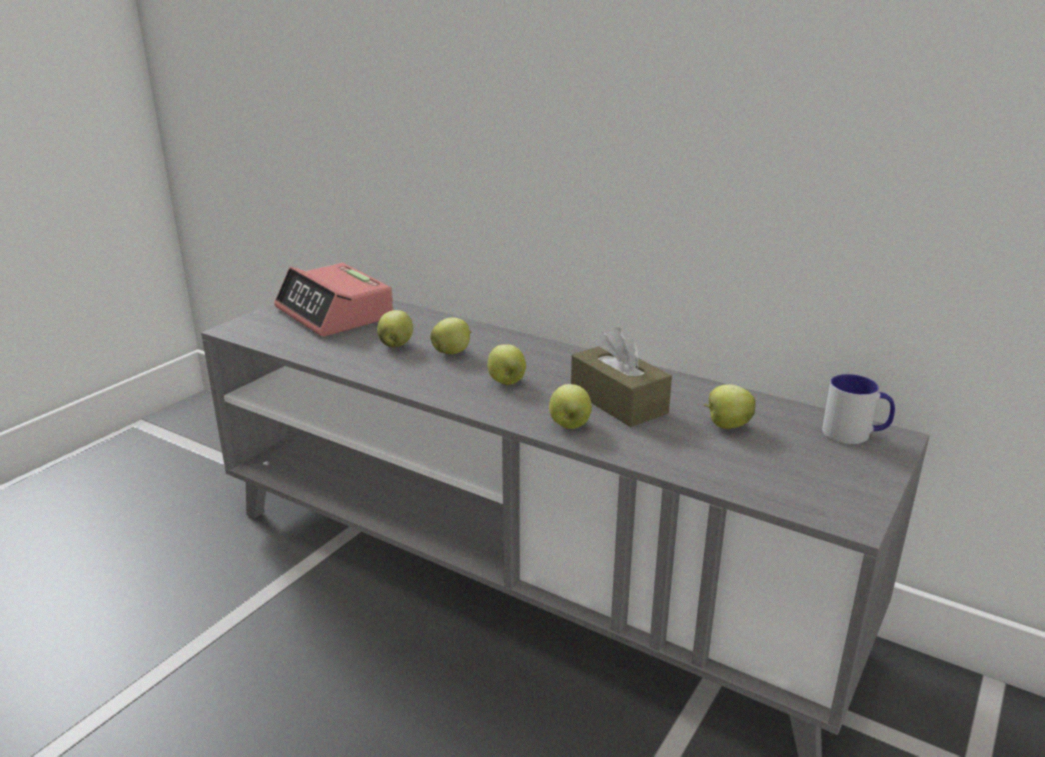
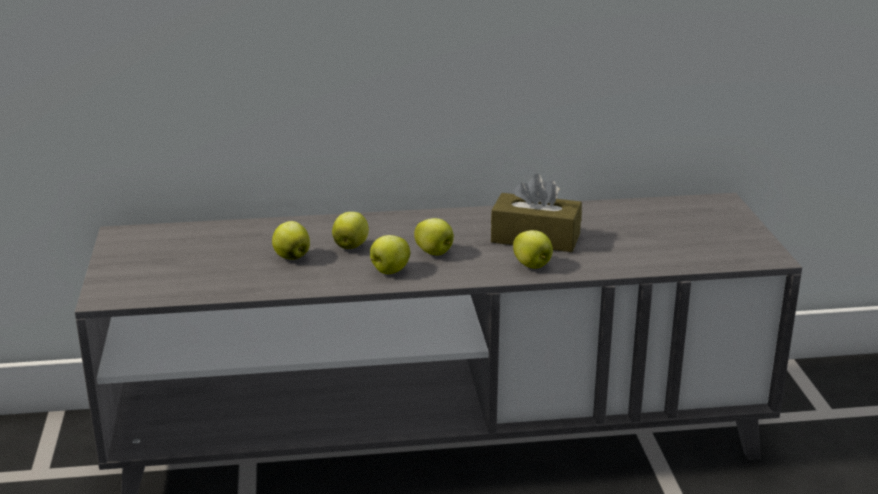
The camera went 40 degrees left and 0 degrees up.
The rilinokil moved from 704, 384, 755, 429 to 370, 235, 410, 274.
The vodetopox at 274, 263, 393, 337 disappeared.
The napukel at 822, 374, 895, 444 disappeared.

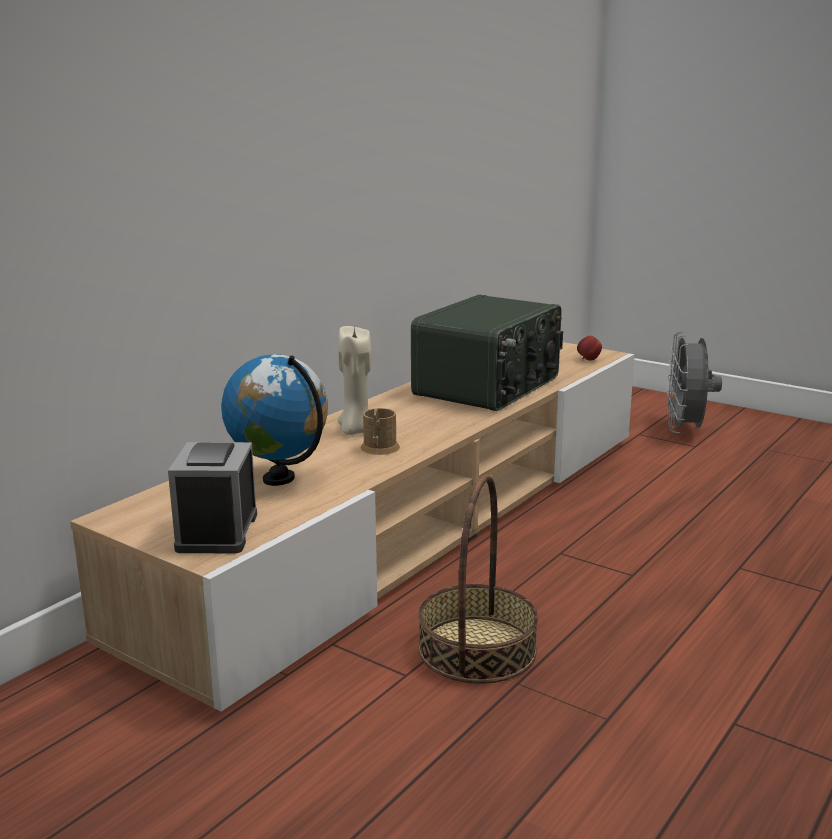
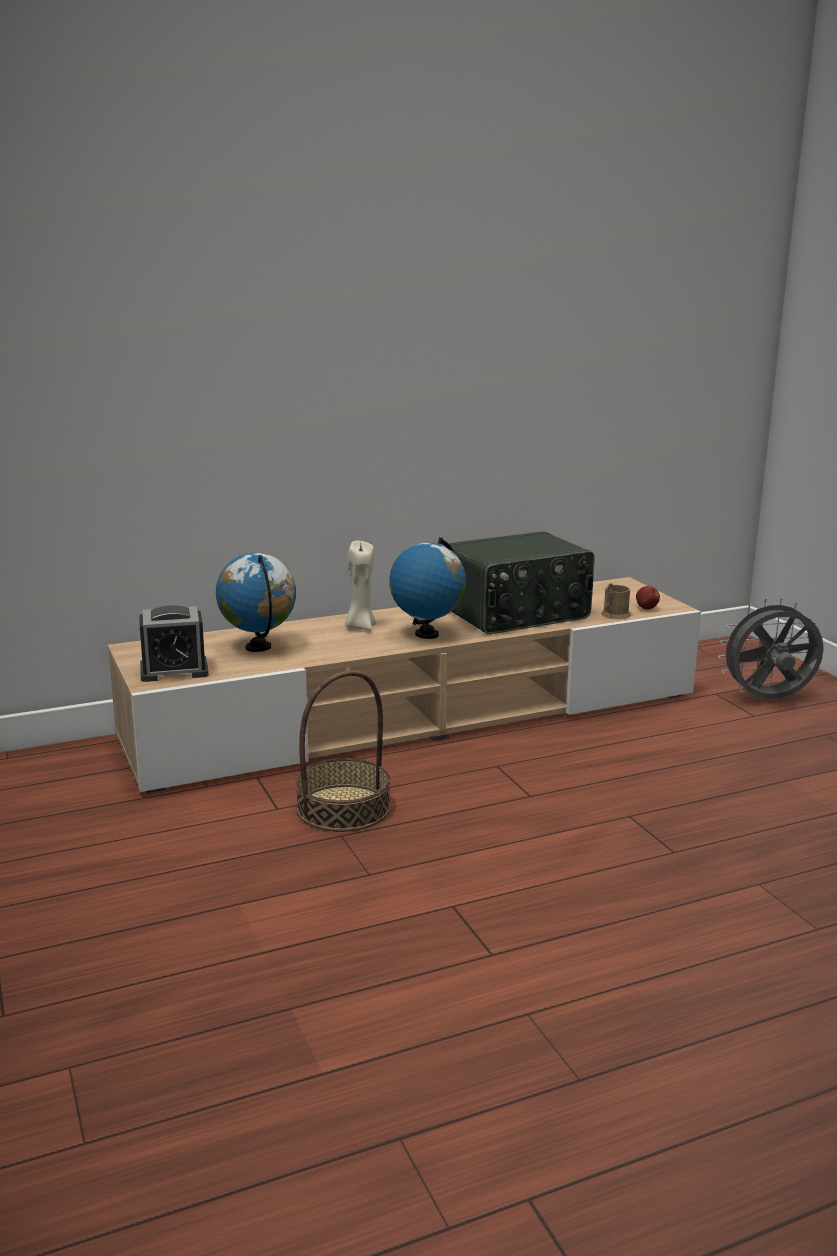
The camera went 30 degrees right and 0 degrees up.
The vodetopox at 168, 442, 257, 553 turned 135 degrees counterclockwise.
The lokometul at 389, 537, 466, 639 appeared.
The napukel (brown) moved from 360, 408, 400, 455 to 601, 583, 631, 620.
The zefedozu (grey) at 667, 331, 722, 433 turned 45 degrees clockwise.

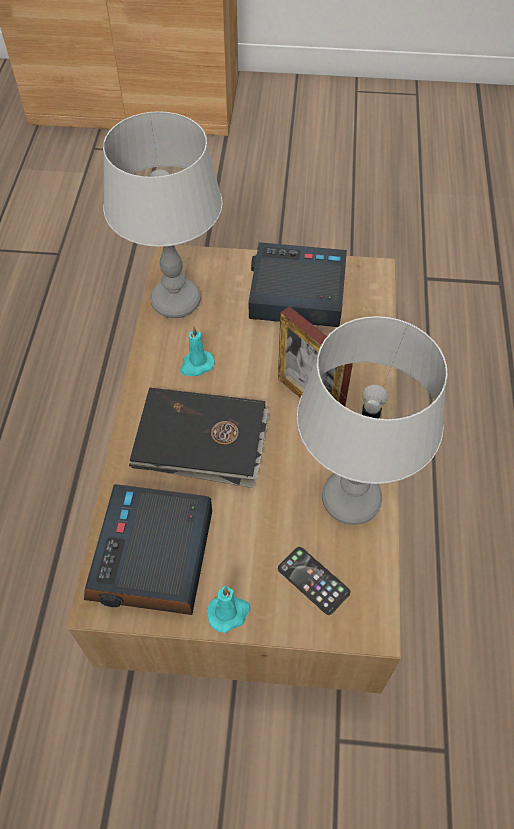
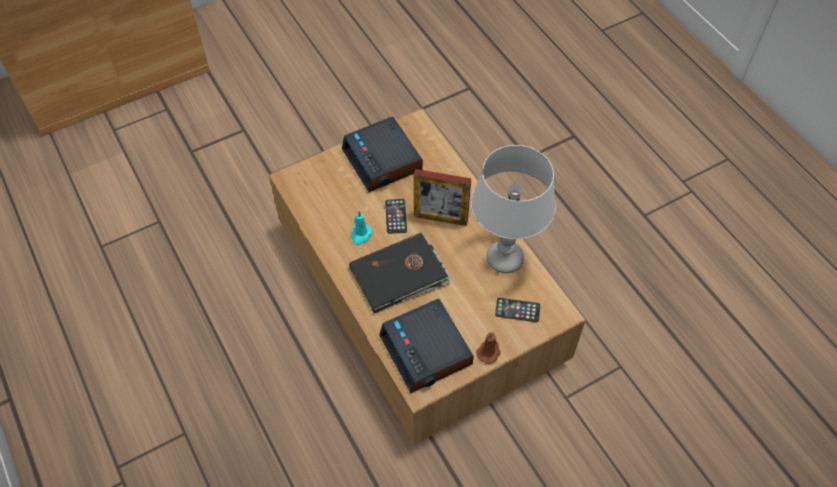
The camera went 35 degrees left and 0 degrees up.
The vodetopox at 248, 242, 347, 327 turned 90 degrees counterclockwise.
The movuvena at 385, 199, 407, 234 appeared.
The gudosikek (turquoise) at 207, 586, 250, 633 became the gudosikek (brown) at 476, 332, 501, 364.
The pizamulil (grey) at 103, 111, 223, 318 disappeared.

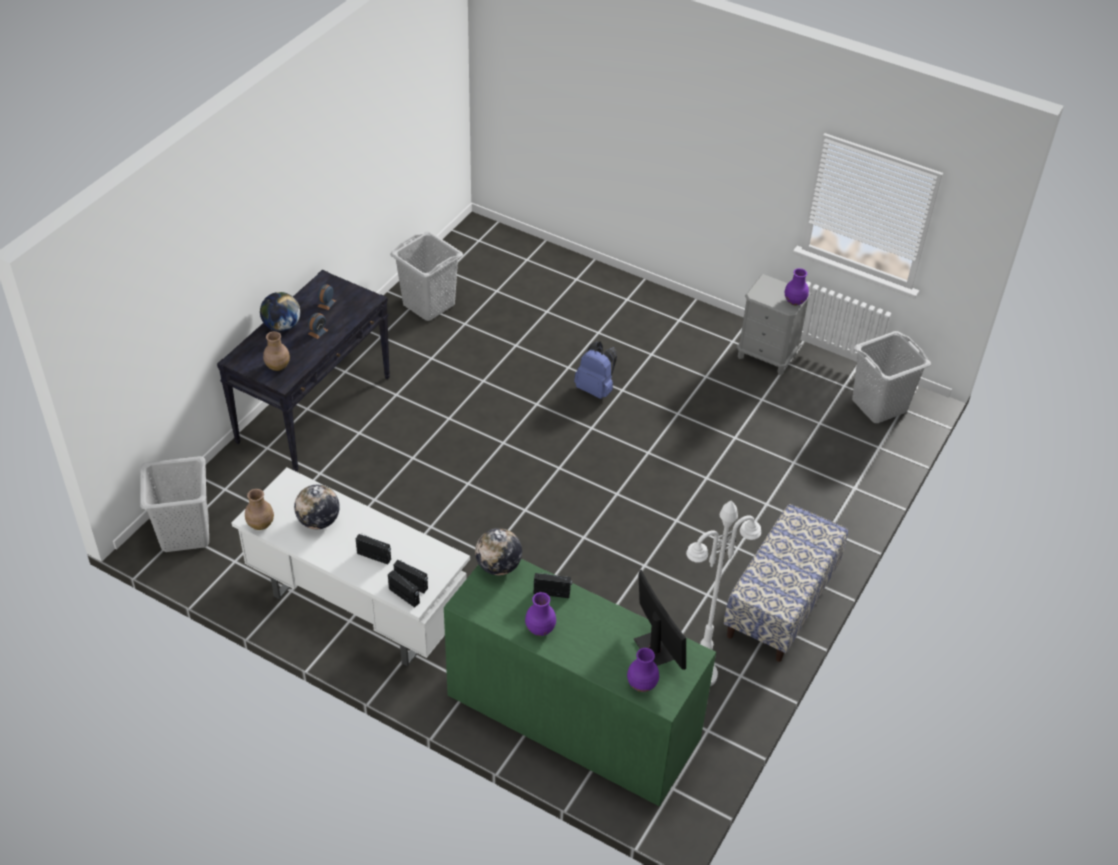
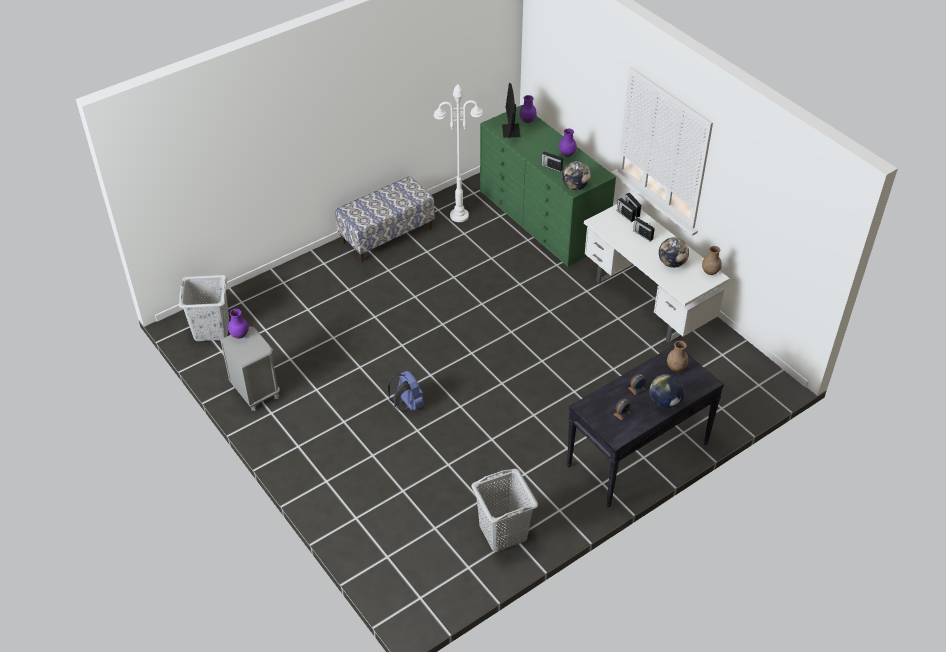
The camera went 155 degrees left and 0 degrees up.
The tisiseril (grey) at 140, 456, 209, 552 disappeared.

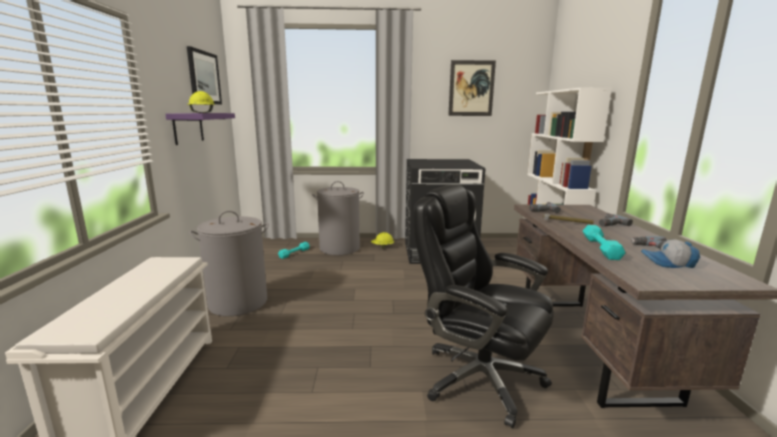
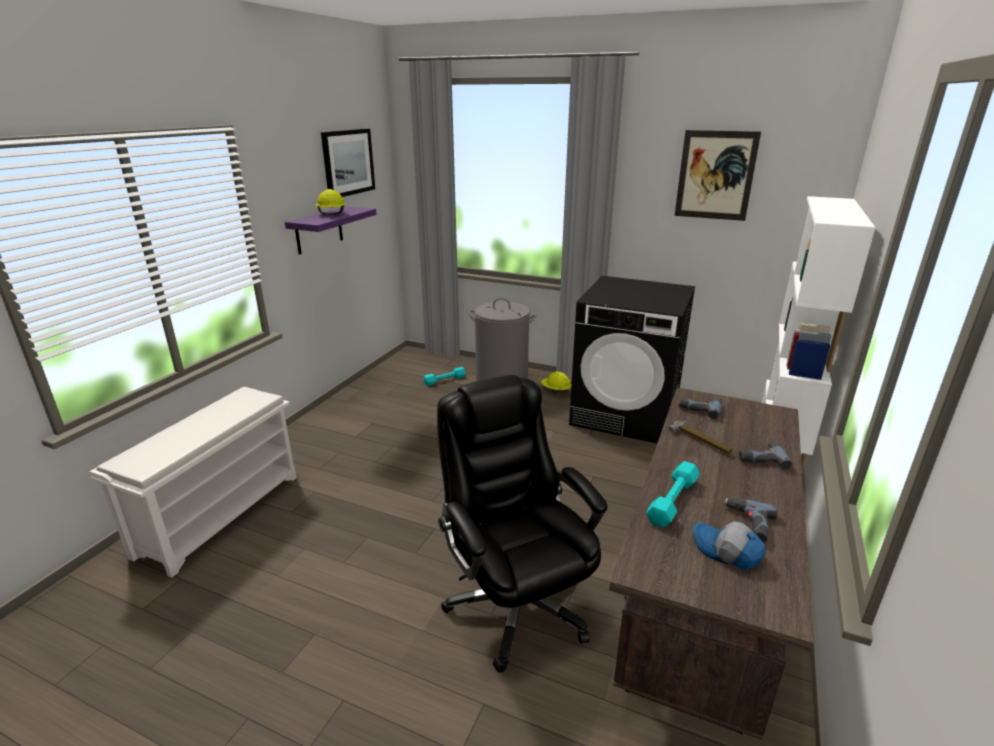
The camera went 25 degrees right and 10 degrees up.
The tisiseril (grey) at 189, 211, 269, 316 disappeared.

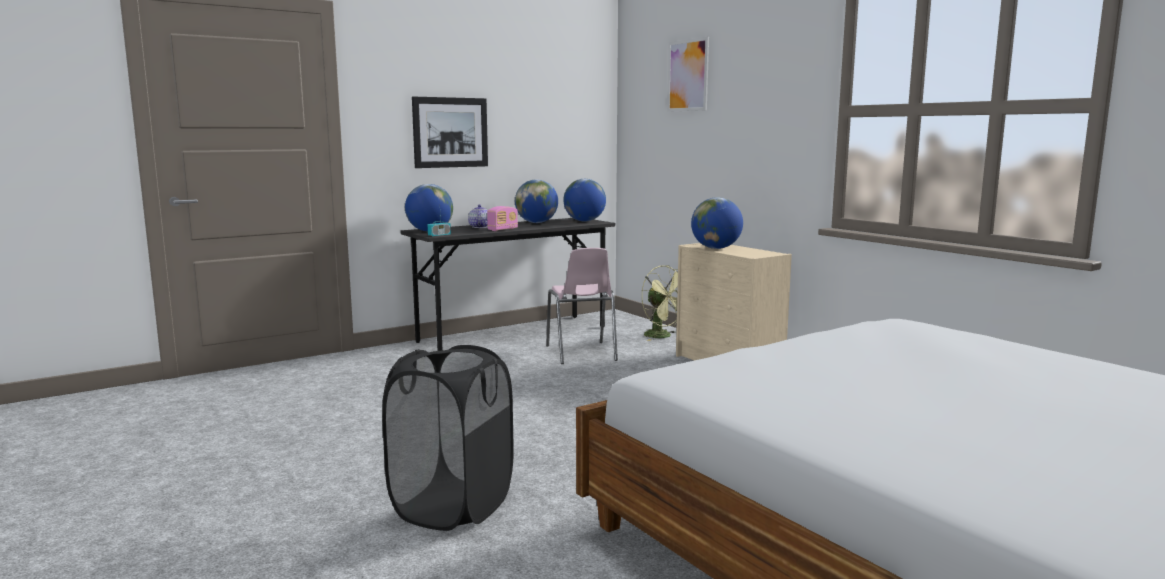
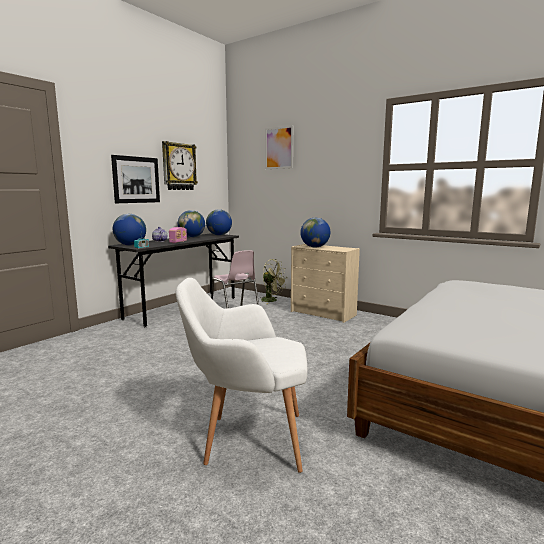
The camera went 20 degrees left and 0 degrees up.
The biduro at 162, 141, 198, 190 appeared.
The tisiseril (black) at 382, 345, 514, 531 was replaced by the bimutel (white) at 176, 278, 307, 473.

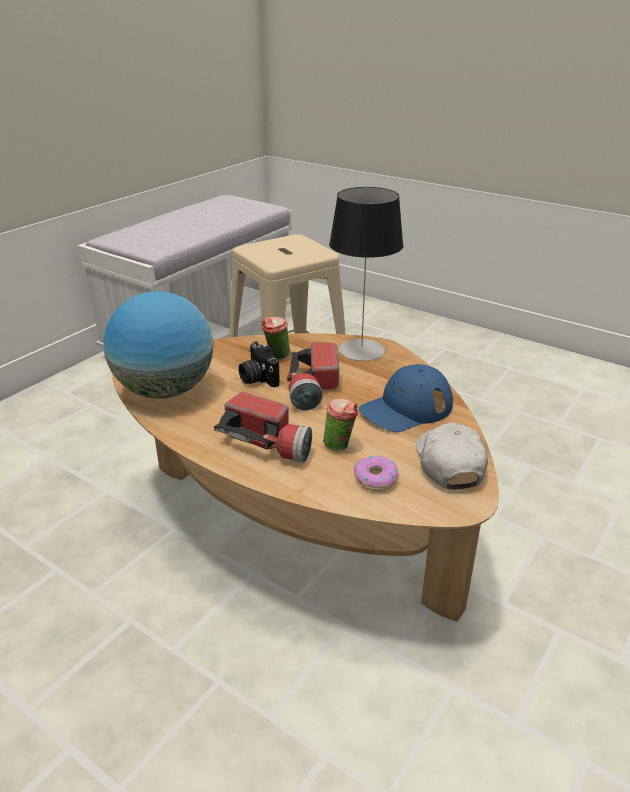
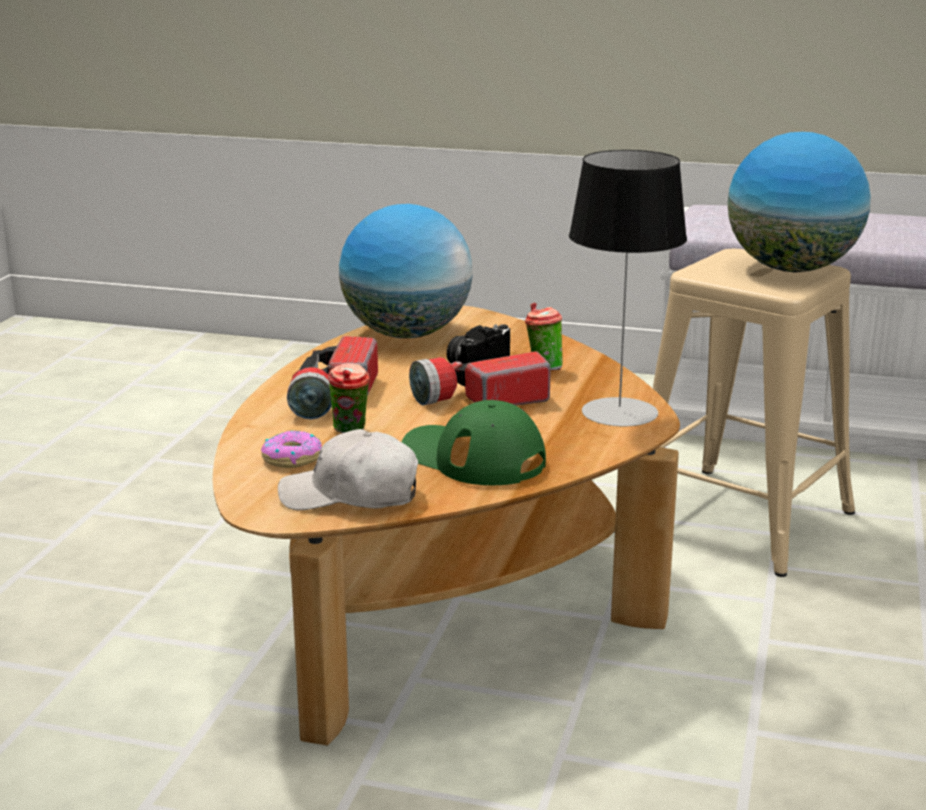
The camera went 70 degrees right and 10 degrees down.
The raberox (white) at 416, 422, 488, 490 turned 150 degrees counterclockwise.
The raberox (blue) at 359, 364, 453, 432 became the raberox (green) at 402, 400, 546, 485.
The lokometul at 728, 132, 871, 272 appeared.

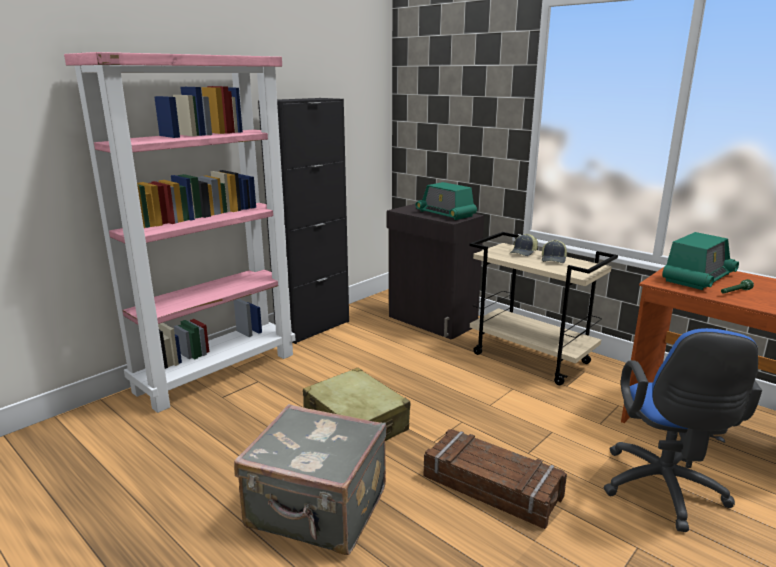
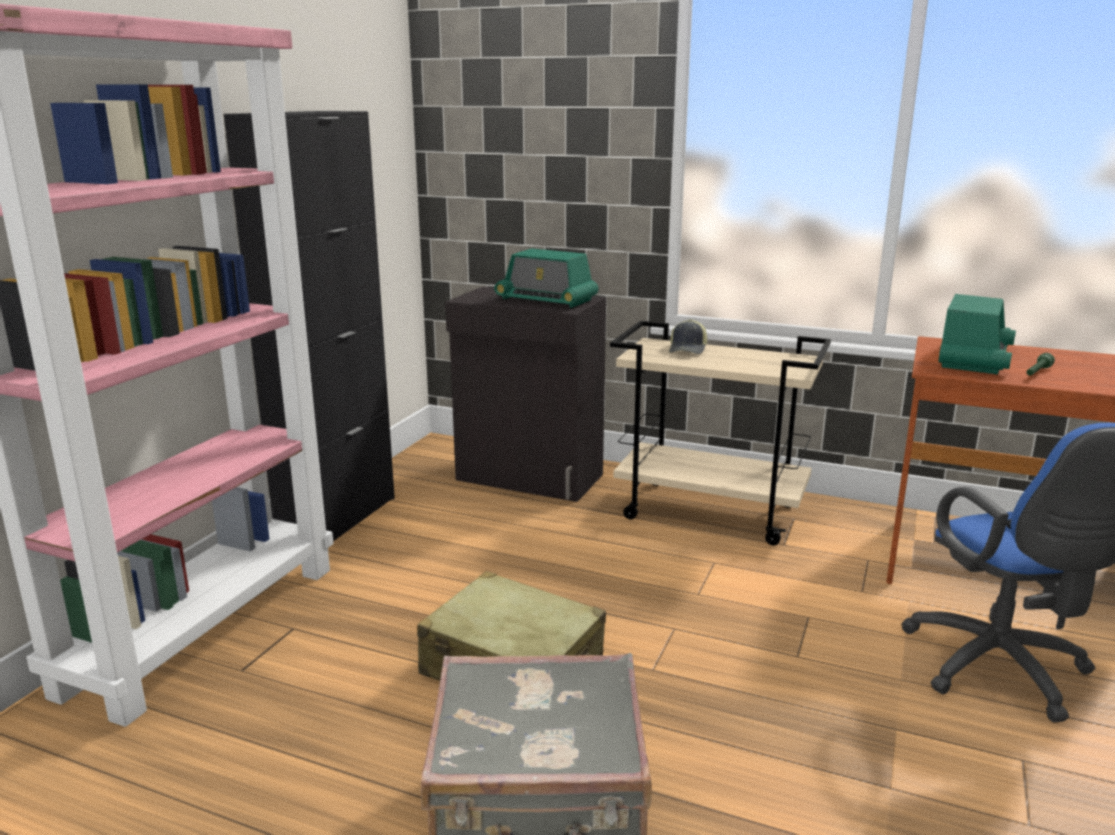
The camera went 20 degrees left and 0 degrees up.
The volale at 424, 429, 567, 529 disappeared.
The raberox at 542, 240, 567, 263 disappeared.

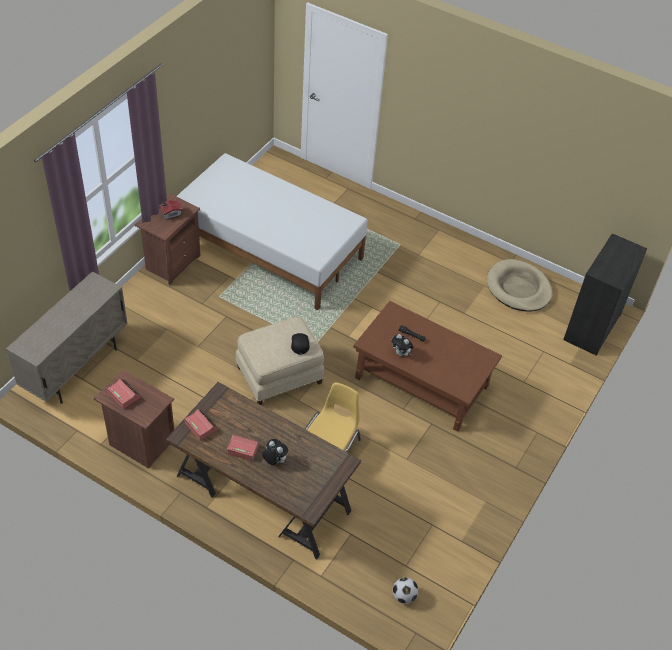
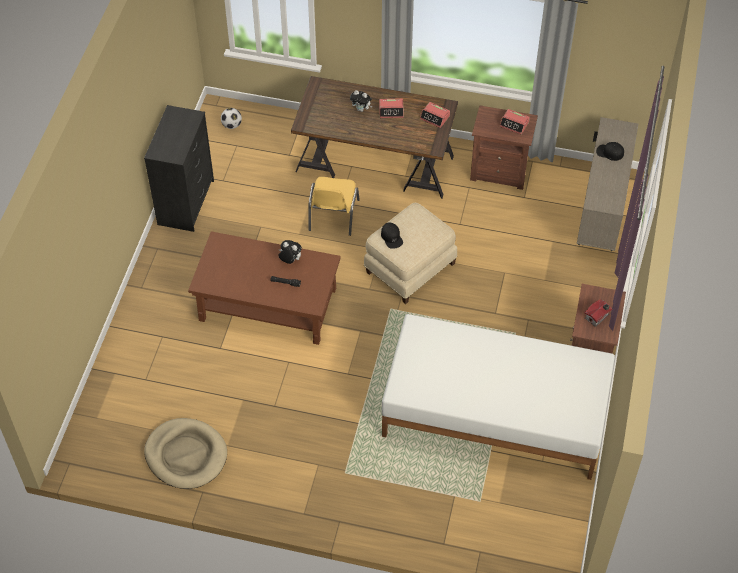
The camera went 165 degrees right and 5 degrees up.
The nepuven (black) moved from 563, 233, 647, 356 to 144, 105, 214, 232.
The raberox (black) at 596, 142, 624, 161 appeared.

